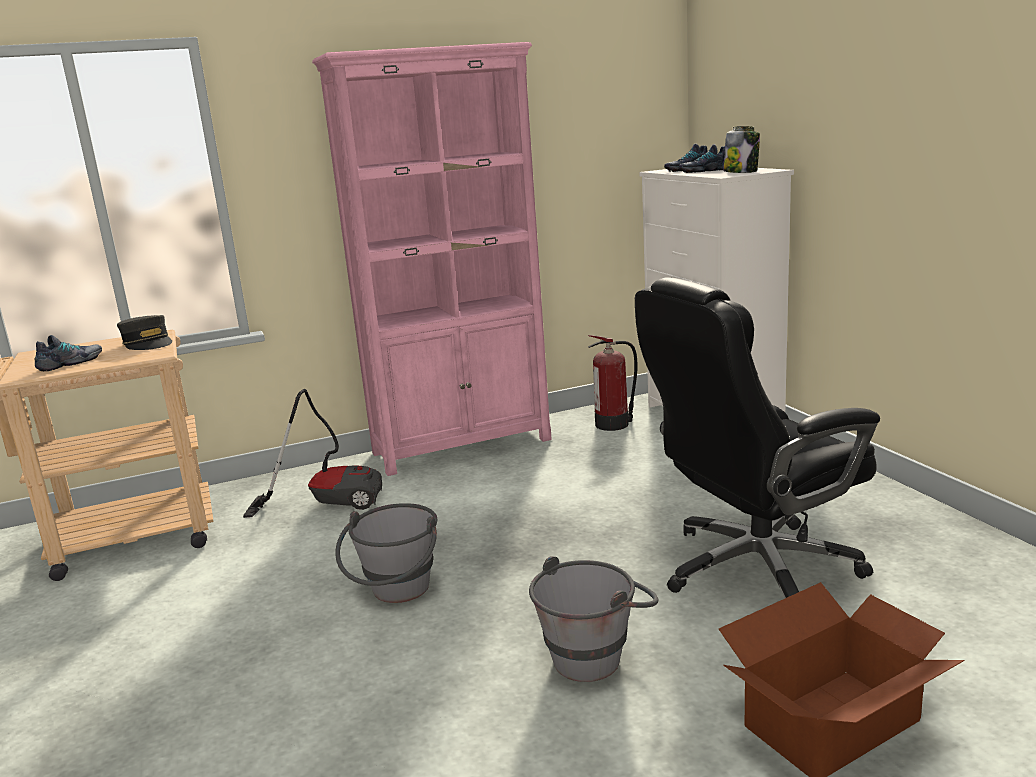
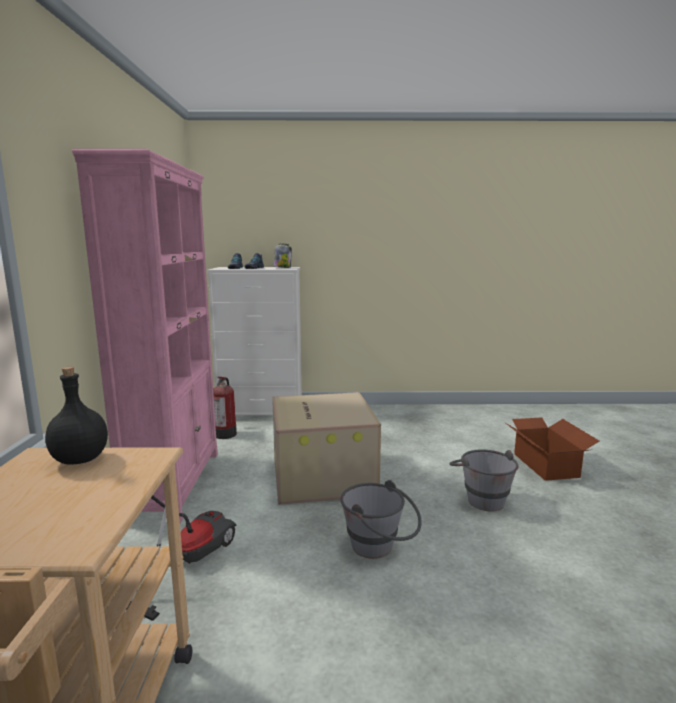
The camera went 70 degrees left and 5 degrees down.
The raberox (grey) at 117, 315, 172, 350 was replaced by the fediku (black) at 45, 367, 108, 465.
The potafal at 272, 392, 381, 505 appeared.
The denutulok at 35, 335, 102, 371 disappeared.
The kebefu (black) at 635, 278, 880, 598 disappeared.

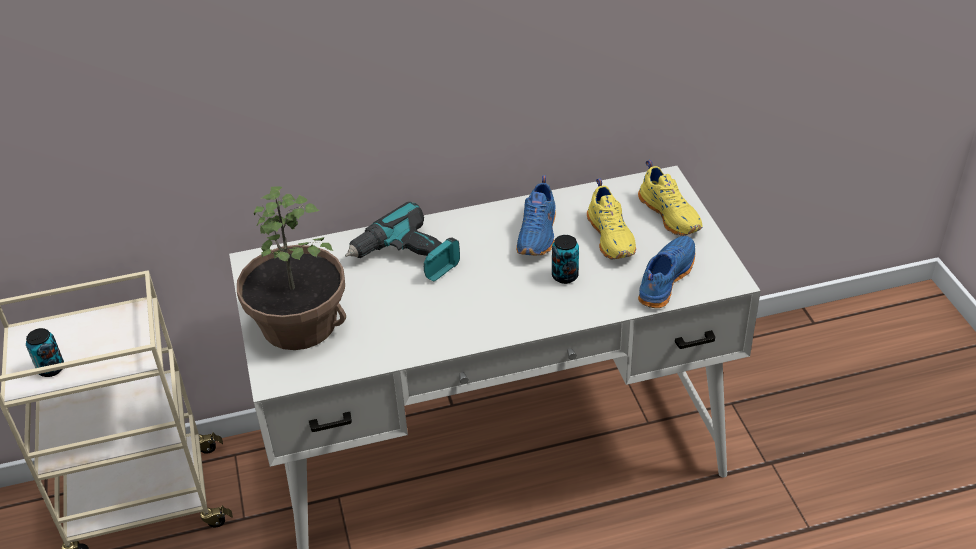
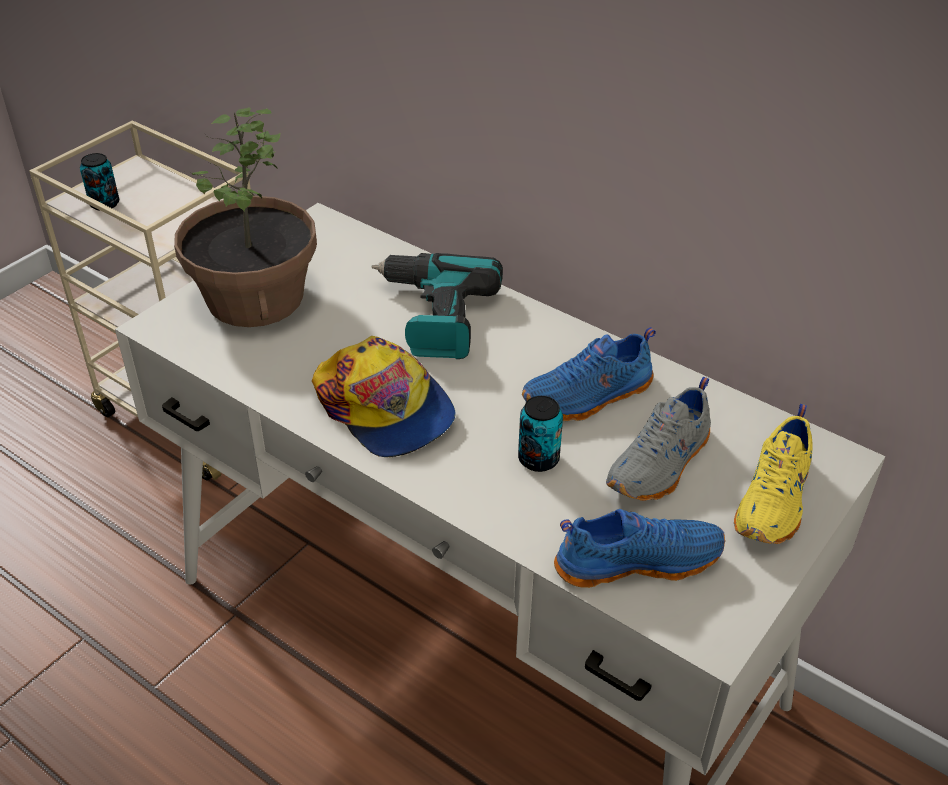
The camera went 50 degrees right and 0 degrees up.
The raberox at 312, 336, 456, 457 appeared.
The denutulok (yellow) at 587, 178, 636, 259 became the denutulok (grey) at 606, 377, 711, 501.

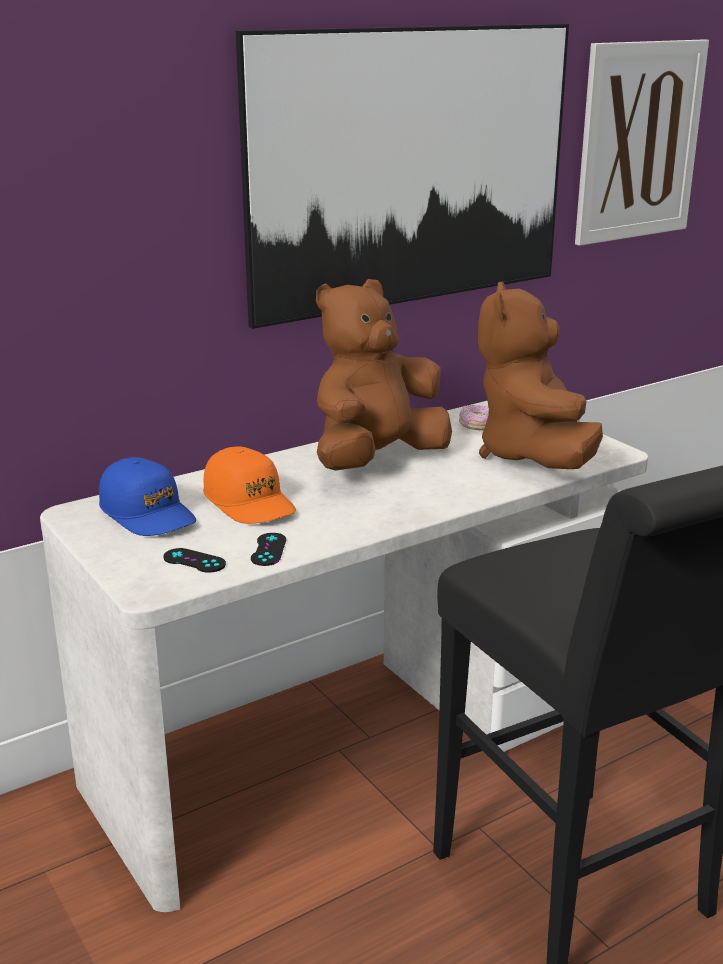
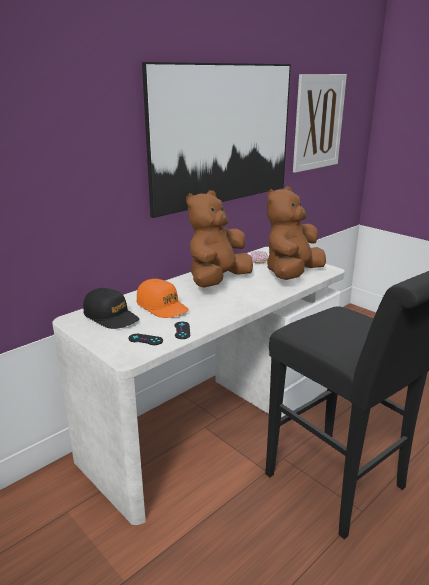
The camera went 10 degrees left and 0 degrees up.
The raberox (blue) at 99, 457, 196, 536 became the raberox (black) at 83, 288, 139, 329.
The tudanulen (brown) at 478, 282, 603, 469 turned 45 degrees clockwise.

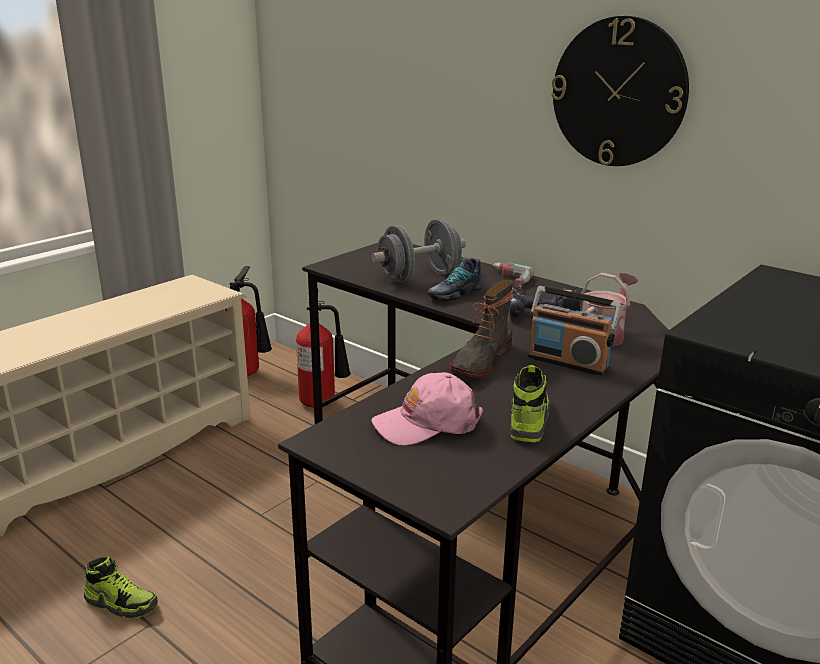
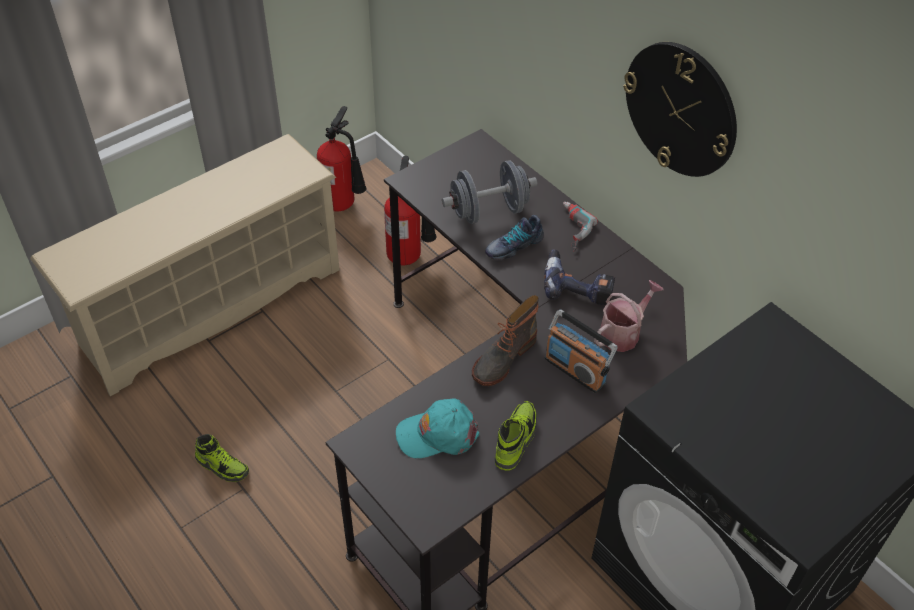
The camera went 10 degrees right and 25 degrees up.
The raberox (pink) at 371, 372, 483, 445 became the raberox (turquoise) at 396, 399, 480, 458.

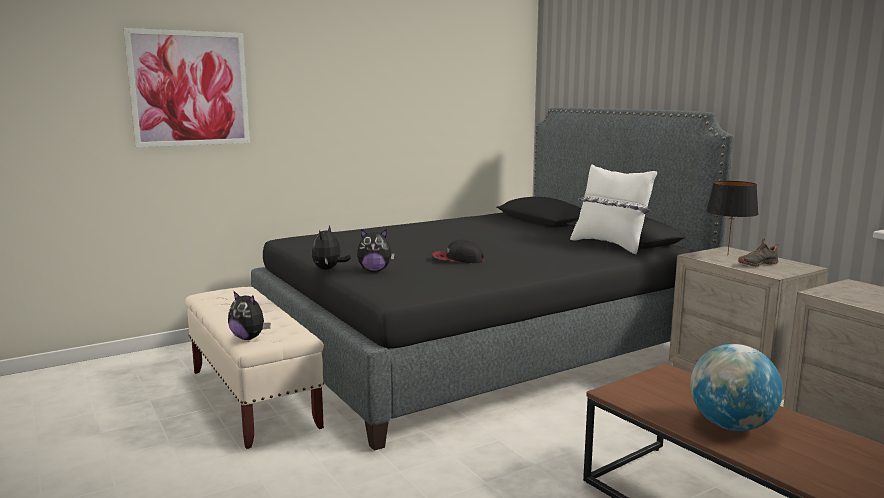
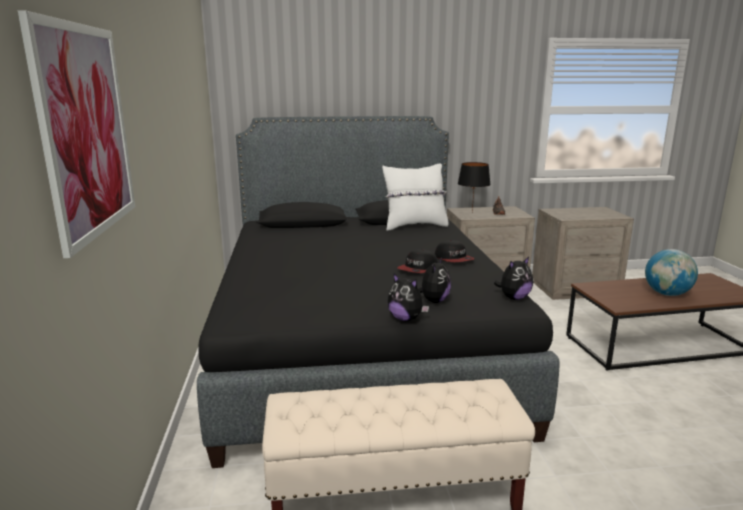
The camera went 65 degrees left and 5 degrees up.
The raberox at 435, 240, 475, 262 appeared.
The tudanulen moved from 228, 291, 270, 340 to 494, 257, 533, 300.

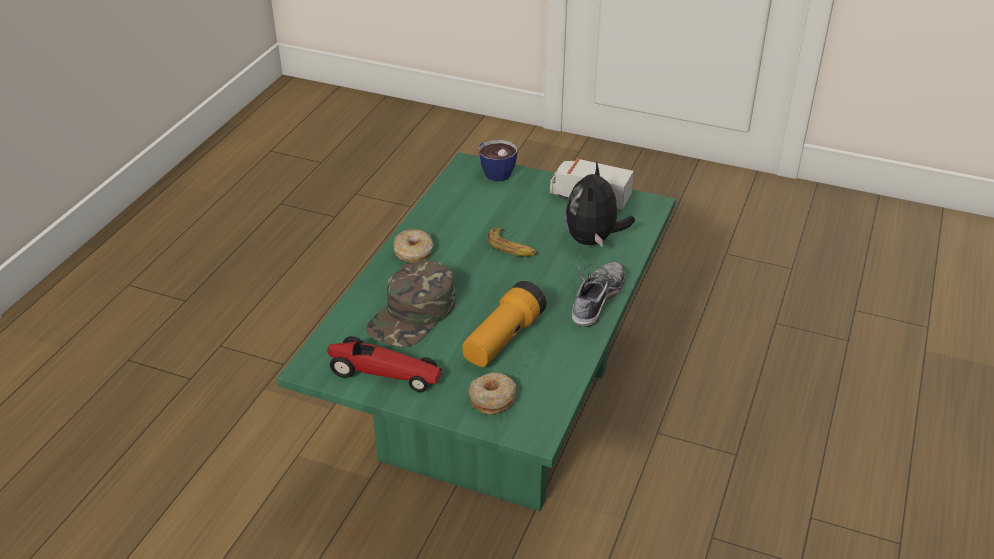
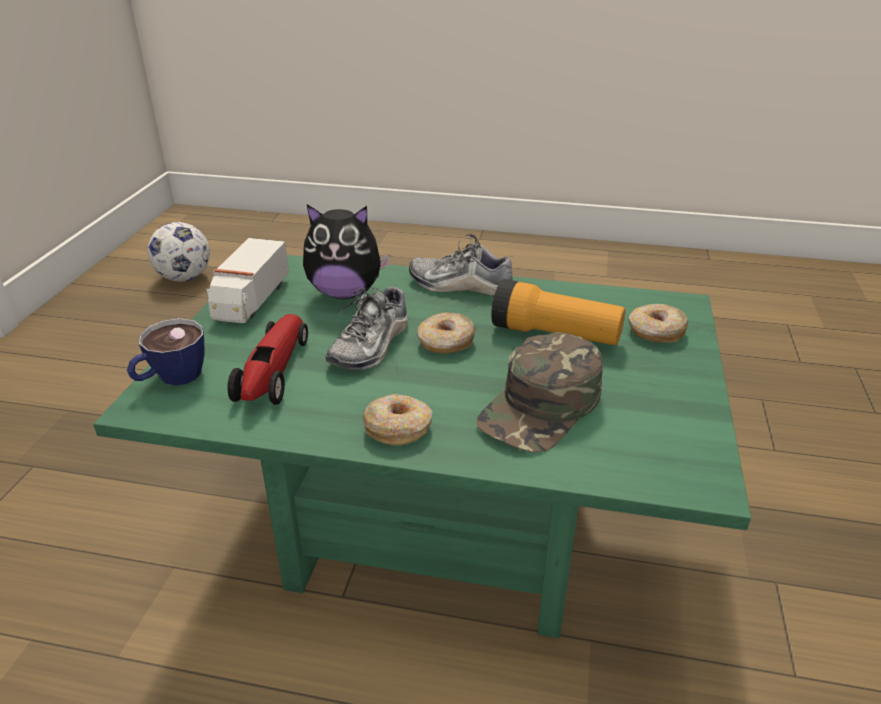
The camera went 100 degrees left and 5 degrees down.
The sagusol at 148, 222, 210, 282 appeared.
The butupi moved from 327, 336, 442, 392 to 227, 314, 308, 405.
The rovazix at 487, 228, 537, 257 was replaced by the denutulok at 326, 283, 408, 370.
The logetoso at 417, 313, 476, 354 appeared.
The raberox (green) at 366, 260, 456, 348 turned 105 degrees clockwise.

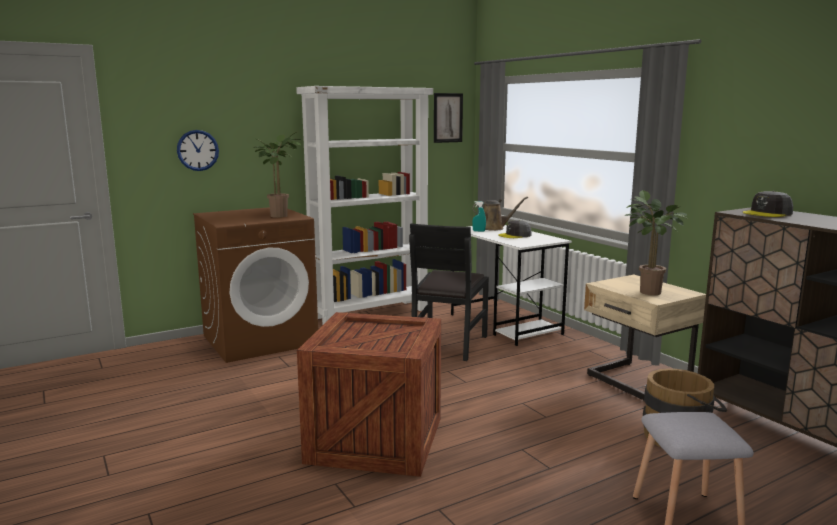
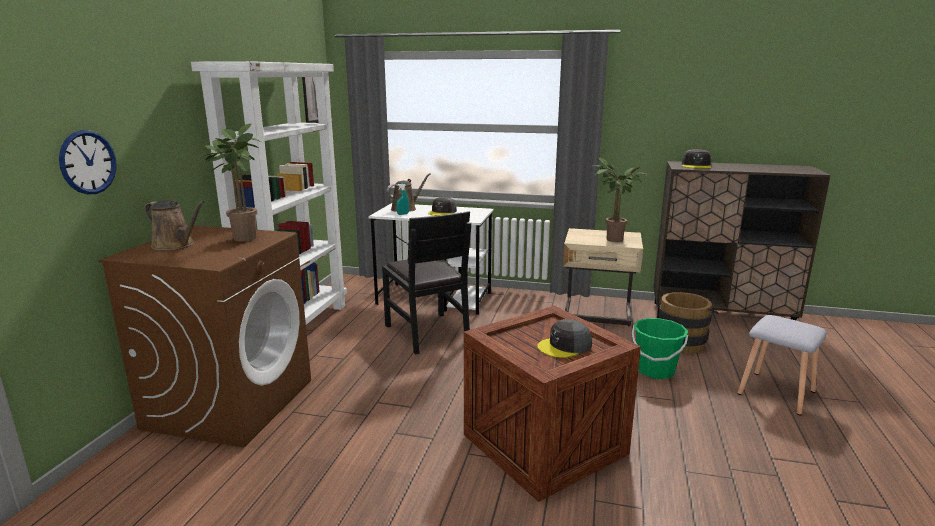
The camera went 45 degrees left and 5 degrees up.
The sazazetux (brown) at 145, 200, 205, 250 appeared.
The raberox (grey) at 537, 319, 592, 358 appeared.
The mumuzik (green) at 632, 318, 688, 379 appeared.

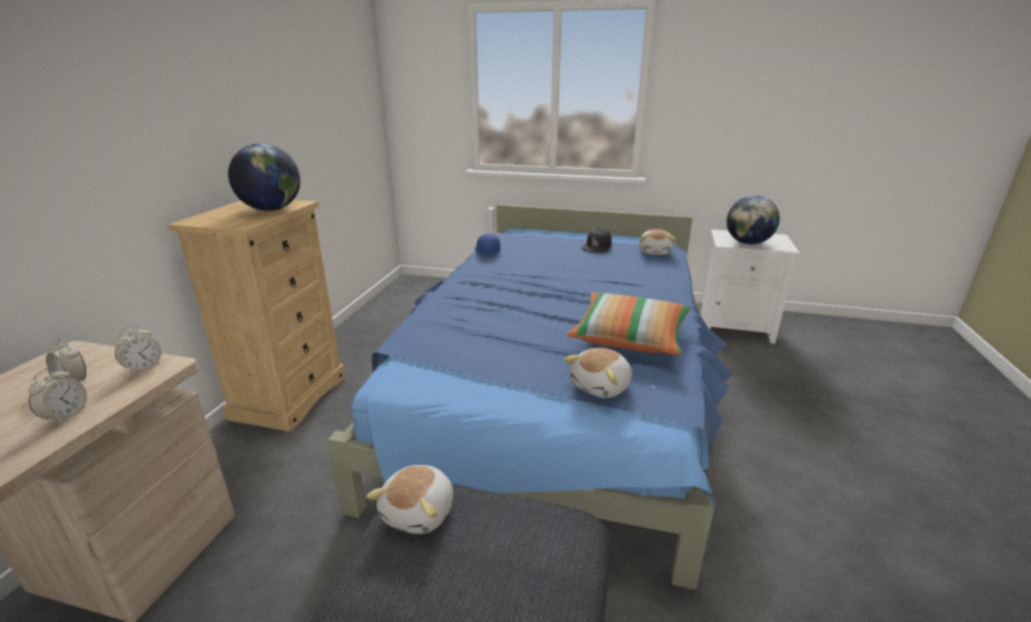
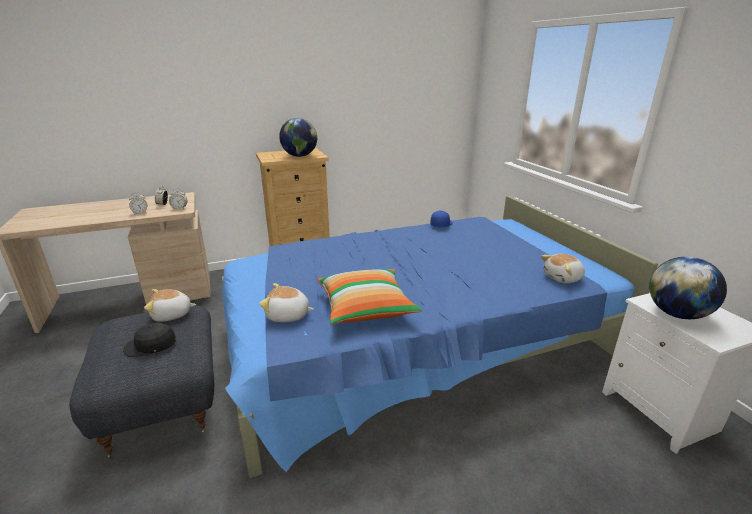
The camera went 55 degrees right and 0 degrees up.
The raberox (black) moved from 582, 228, 612, 253 to 123, 323, 176, 357.

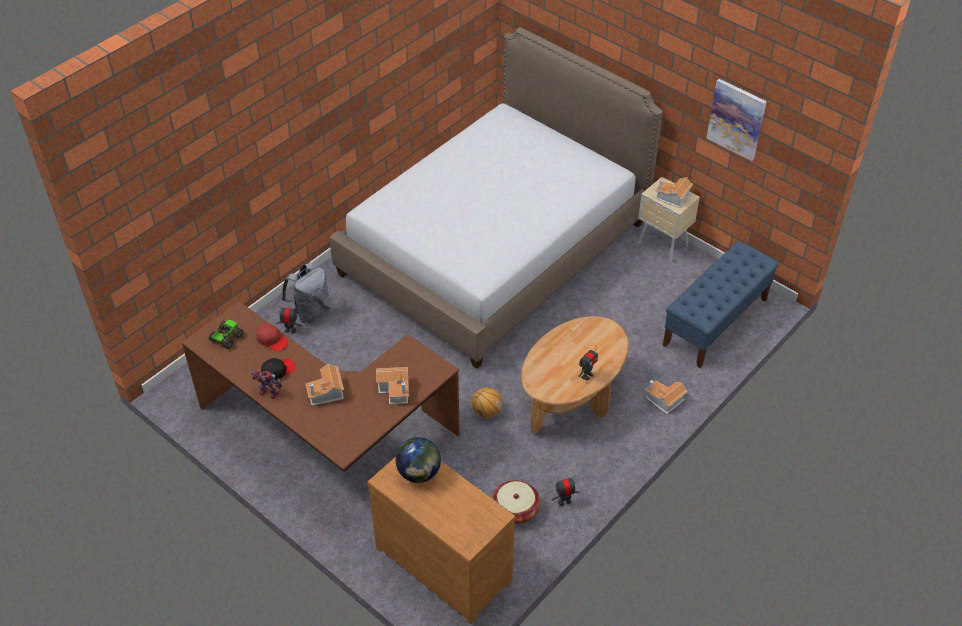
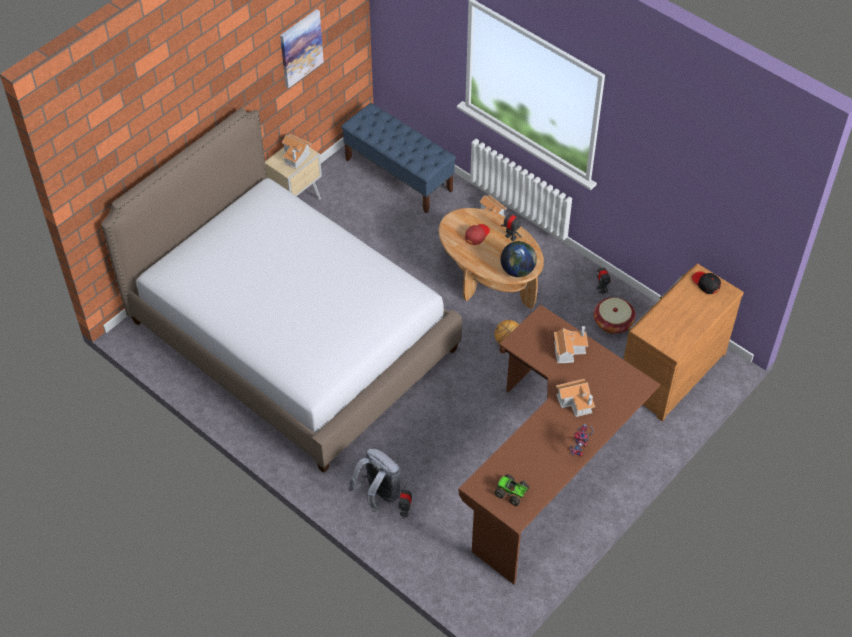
The camera went 90 degrees left and 5 degrees up.
The raberox (red) moved from 256, 323, 288, 351 to 465, 224, 490, 245.
The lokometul moved from 396, 437, 441, 483 to 501, 241, 537, 277.
The raberox (black) moved from 261, 358, 296, 380 to 692, 271, 721, 294.

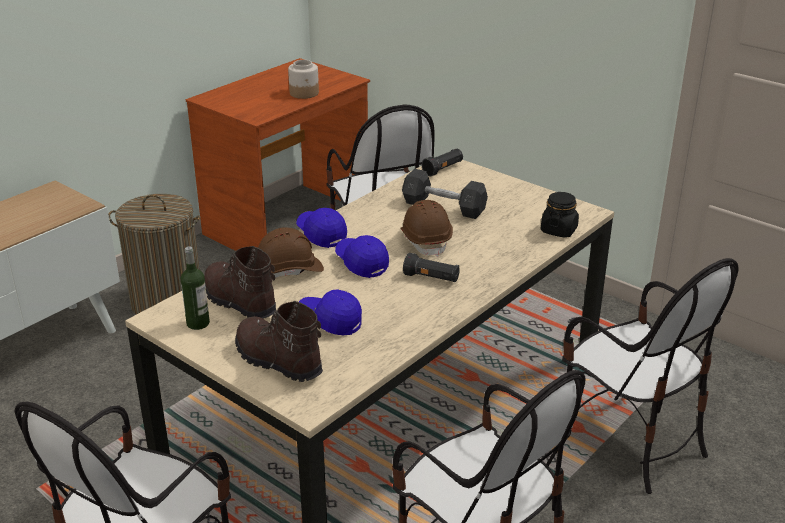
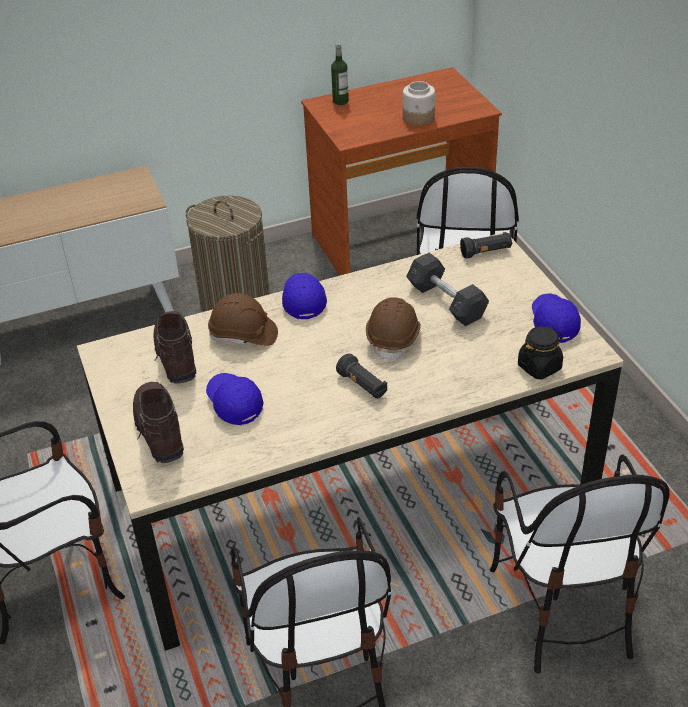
The camera went 30 degrees right and 10 degrees up.
The fediku moved from 181, 246, 210, 330 to 331, 43, 349, 105.
The raberox (blue) moved from 335, 235, 389, 278 to 532, 293, 581, 343.

